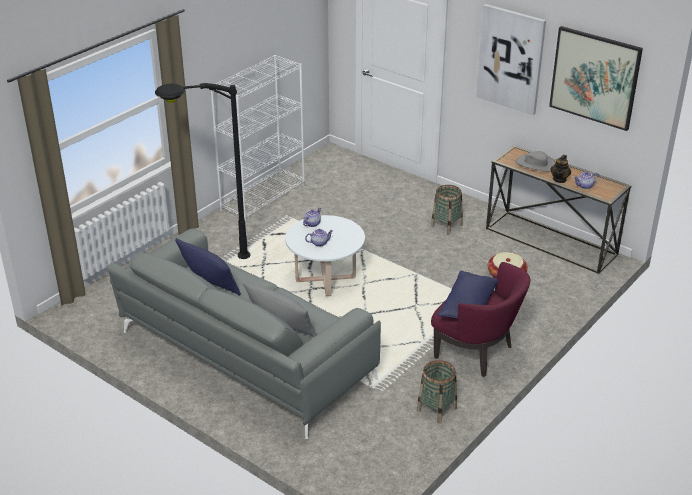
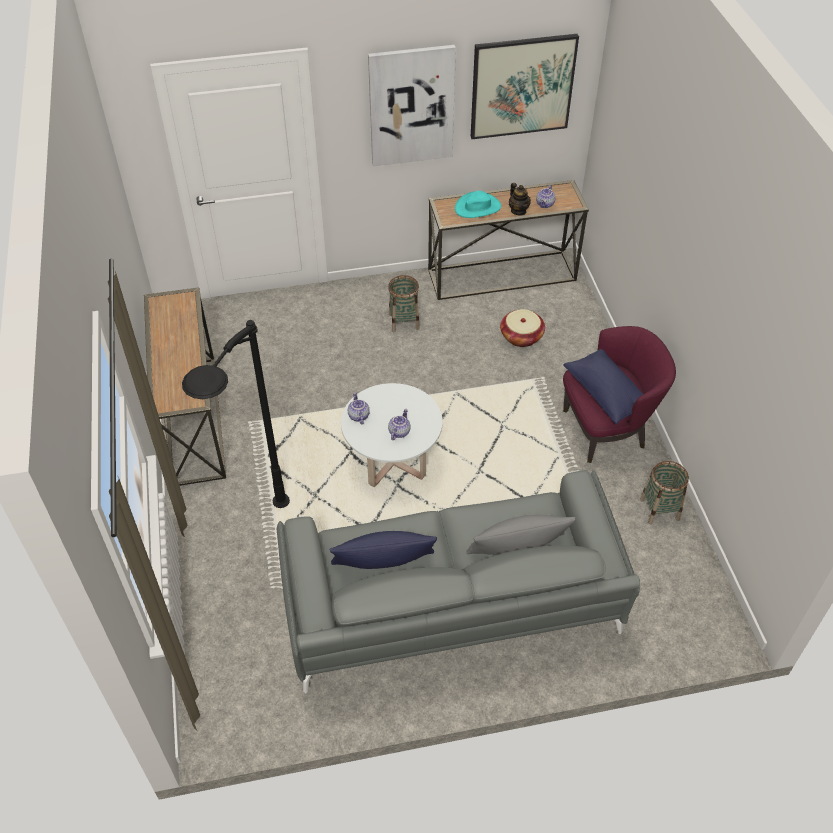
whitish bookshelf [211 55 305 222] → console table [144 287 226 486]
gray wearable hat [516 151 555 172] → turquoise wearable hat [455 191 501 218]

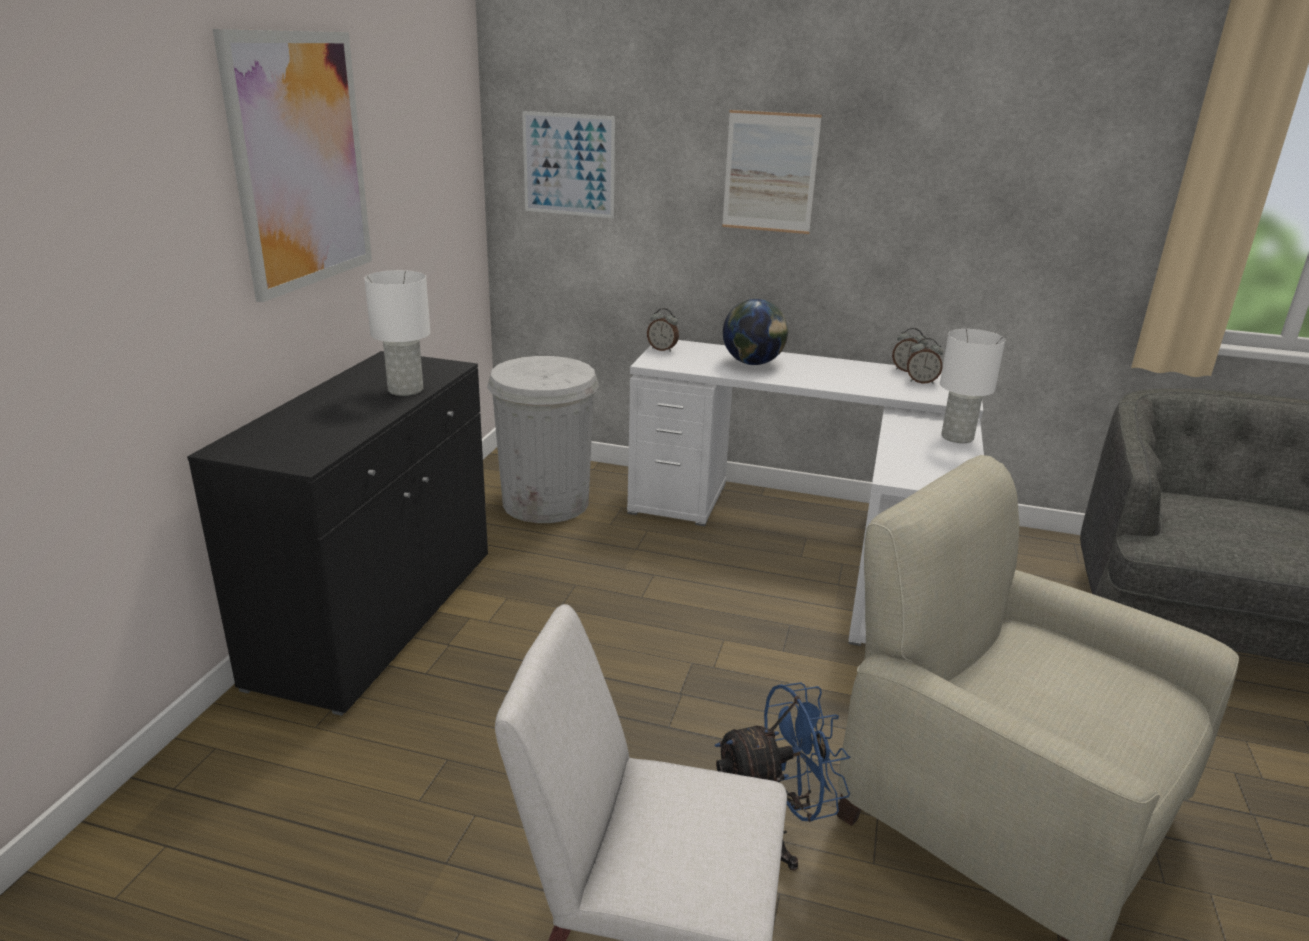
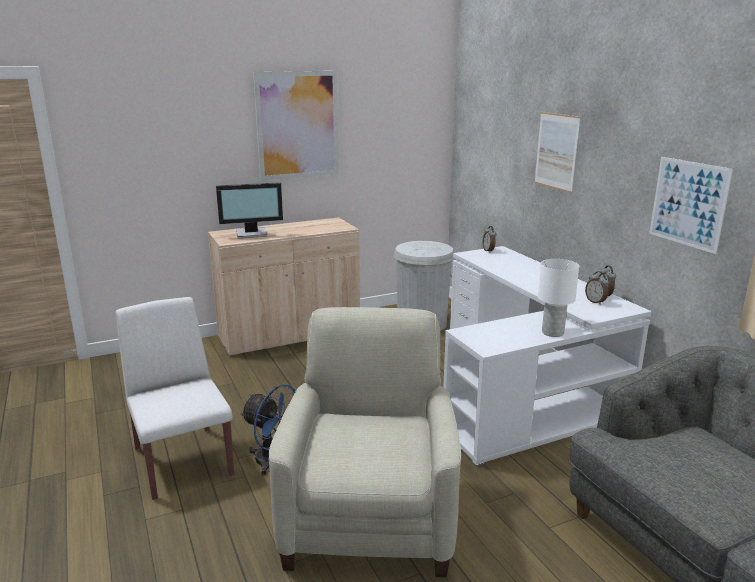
black cabinet [187 351 488 716] → sand-coloured cabinet [208 217 360 357]
- → computer screen [216 182 283 238]
wall picture [522 111 615 218] → wall picture [649 157 733 254], relocated
whitish lamp for a table [364 270 430 396] → -
desk globe [723 299 788 365] → -

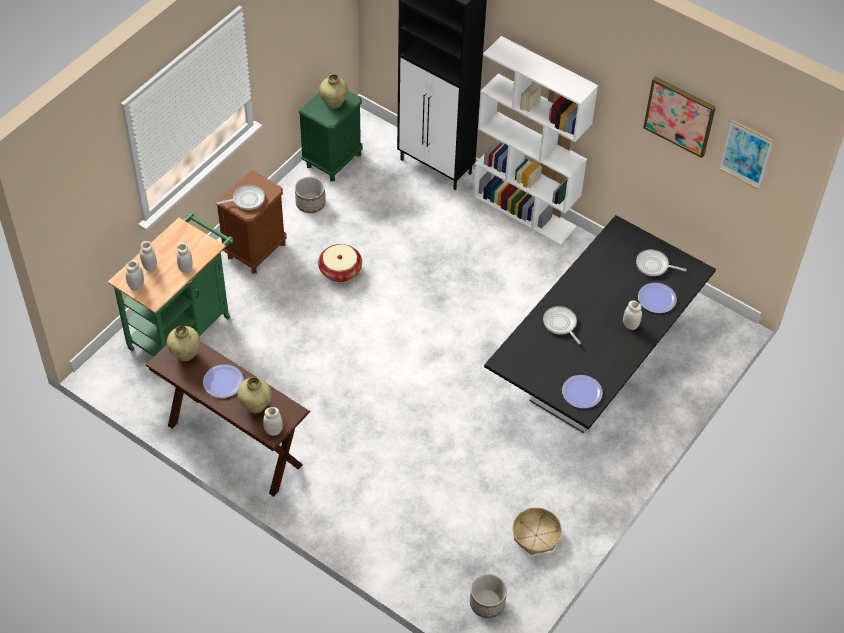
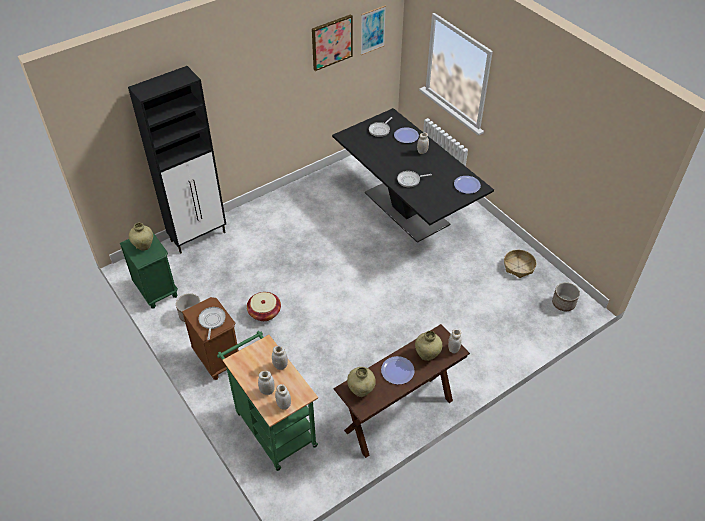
whitish bookshelf [473 36 598 245] → -

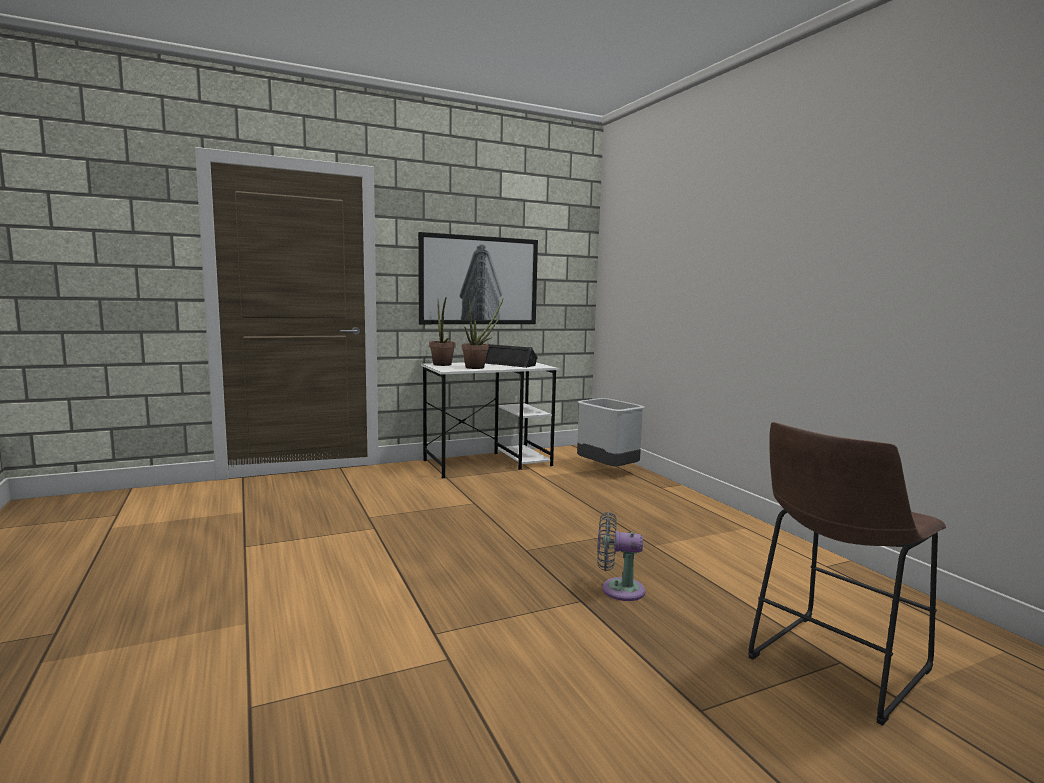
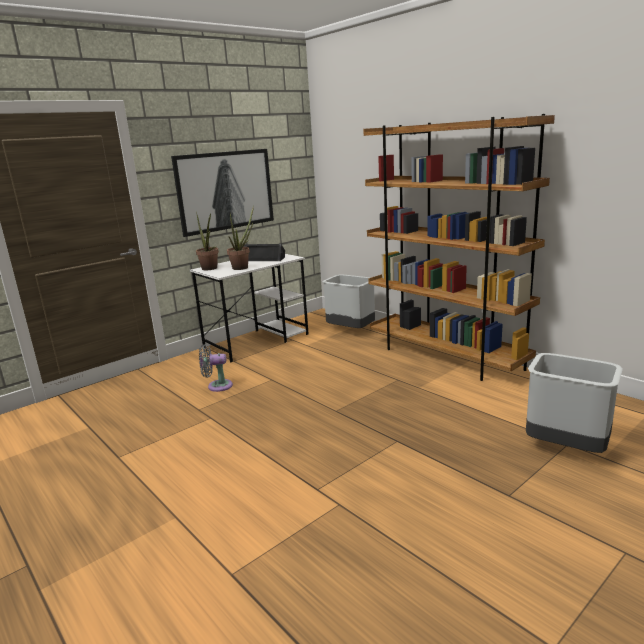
gray fan [597 512 645 601] → gray fan [199 344 233 392], relocated
- → brown bookshelf [363 114 555 381]
brown sitting stool [748 422 946 726] → gray waste bin [526 353 623 453]

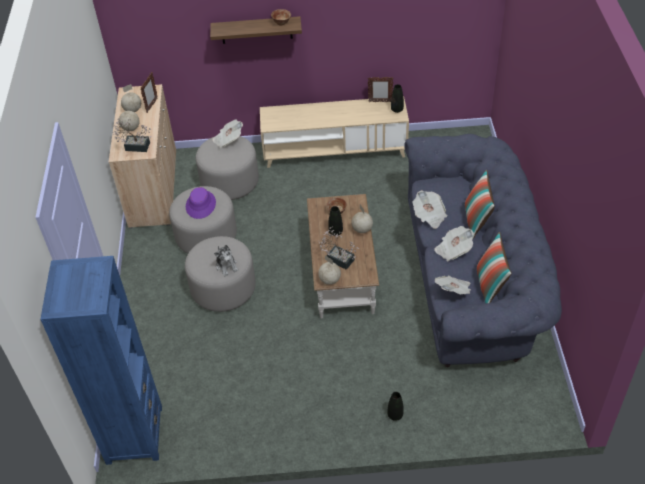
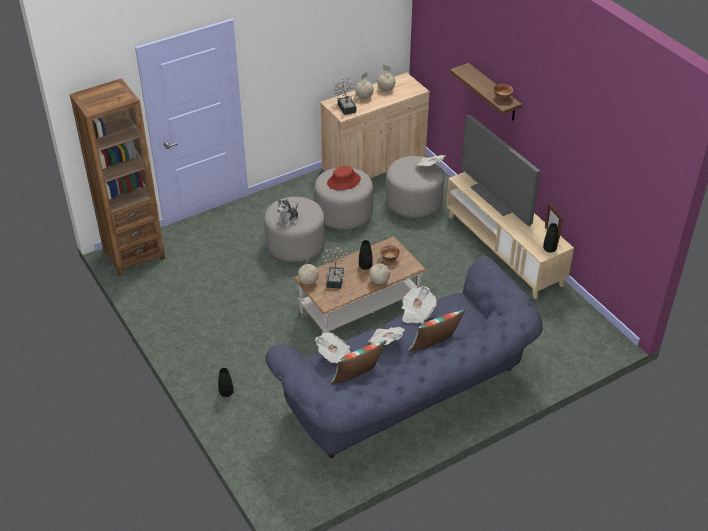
blue bookshelf [40 256 162 465] → brown bookshelf [70 78 166 276]
purple wearable hat [186 187 216 219] → reddish wearable hat [327 166 361 190]
- → TV set [461 115 540 227]
photo frame [140 72 158 113] → -

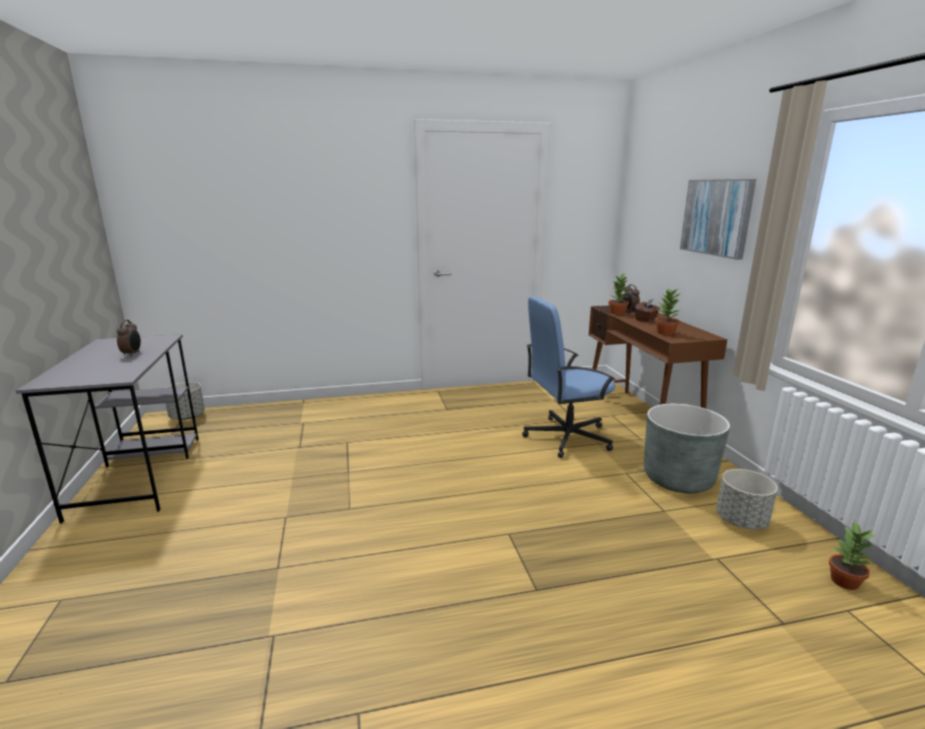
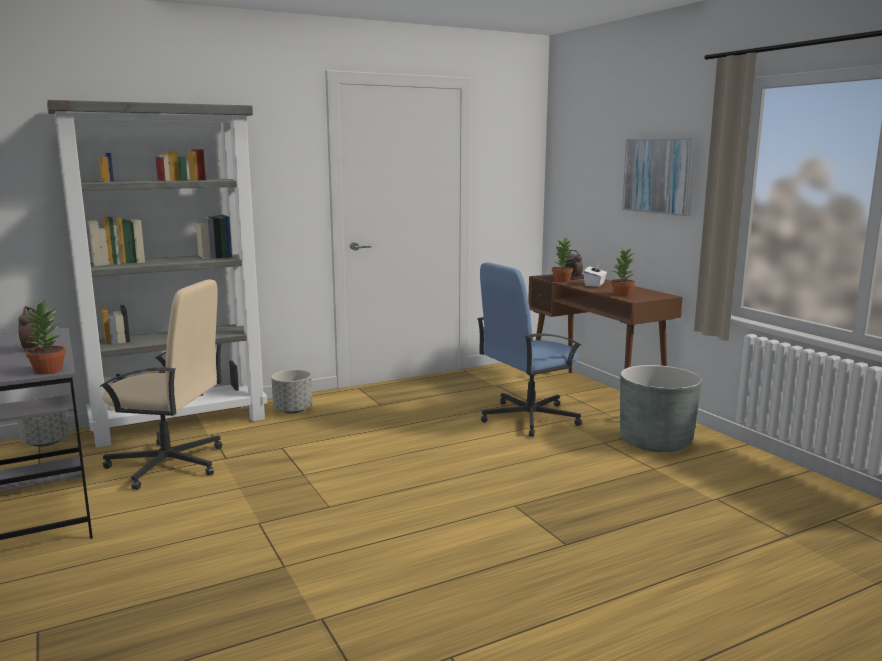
plant in a pot [829 520 876 590] → plant in a pot [26 300 66 374], relocated
- → gray bookshelf [47 100 267 448]
- → sand-coloured office chair [100 279 222 490]
gray plant pot [716 469 778 530] → gray plant pot [271 370 313 414], relocated
brown box of tissues [635 299 660 322] → whitish box of tissues [584 262 607 287]

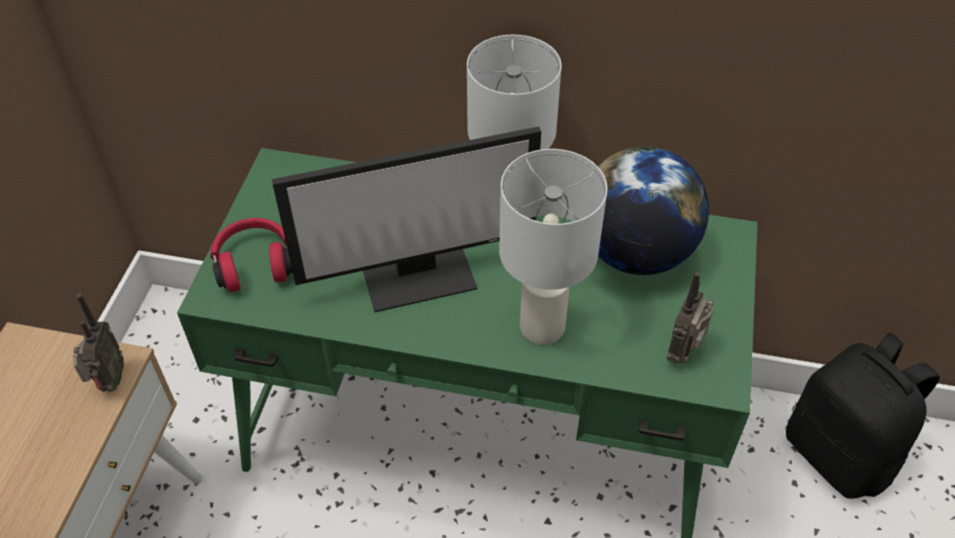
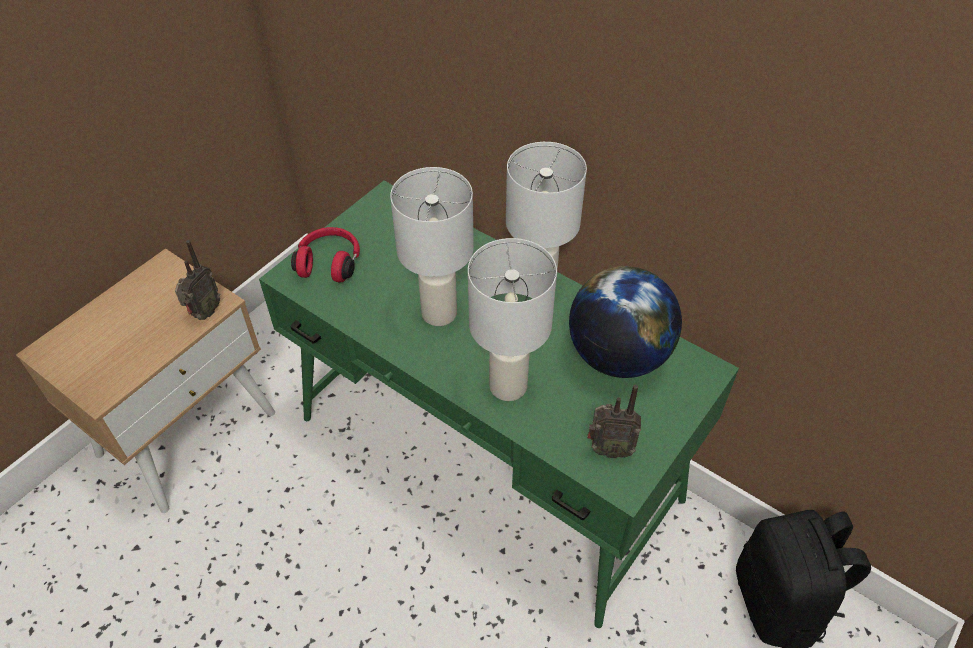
computer screen [272 127 541 313] → whitish lamp for a table [390 167 474 326]
radio [666 272 714 364] → radio [587 385 641 459], 135 degrees counterclockwise

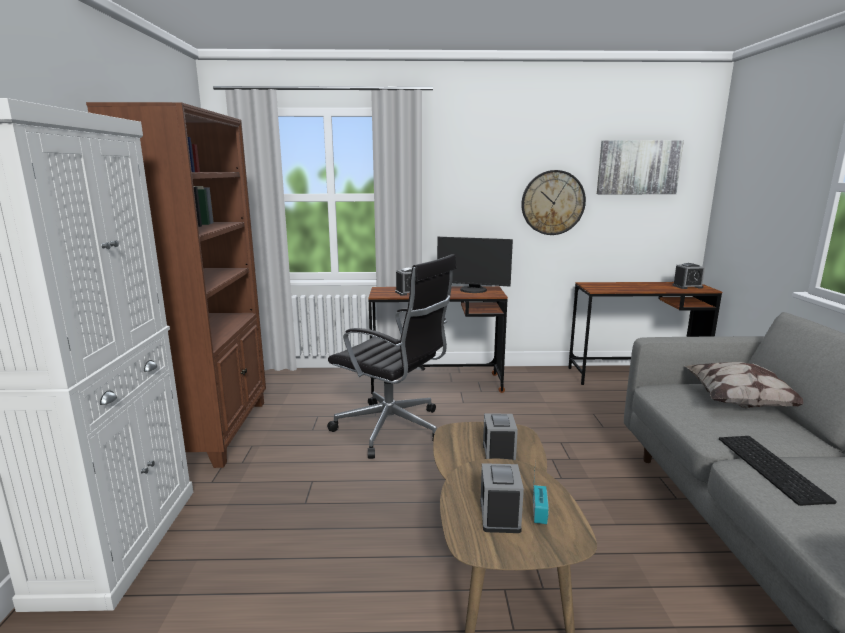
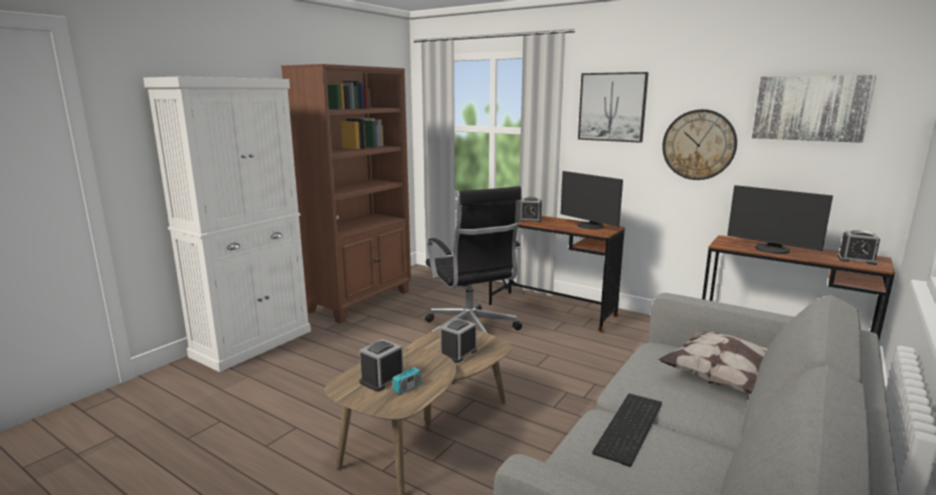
- → wall picture [578 72 649 143]
- → computer screen [727 185 833 254]

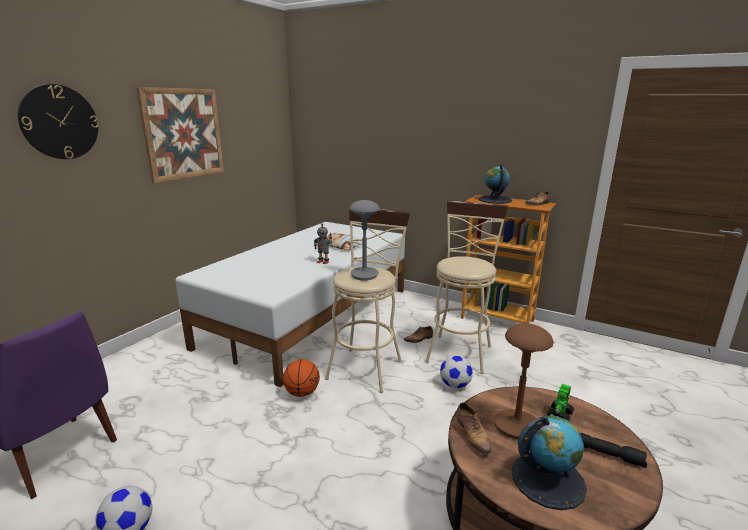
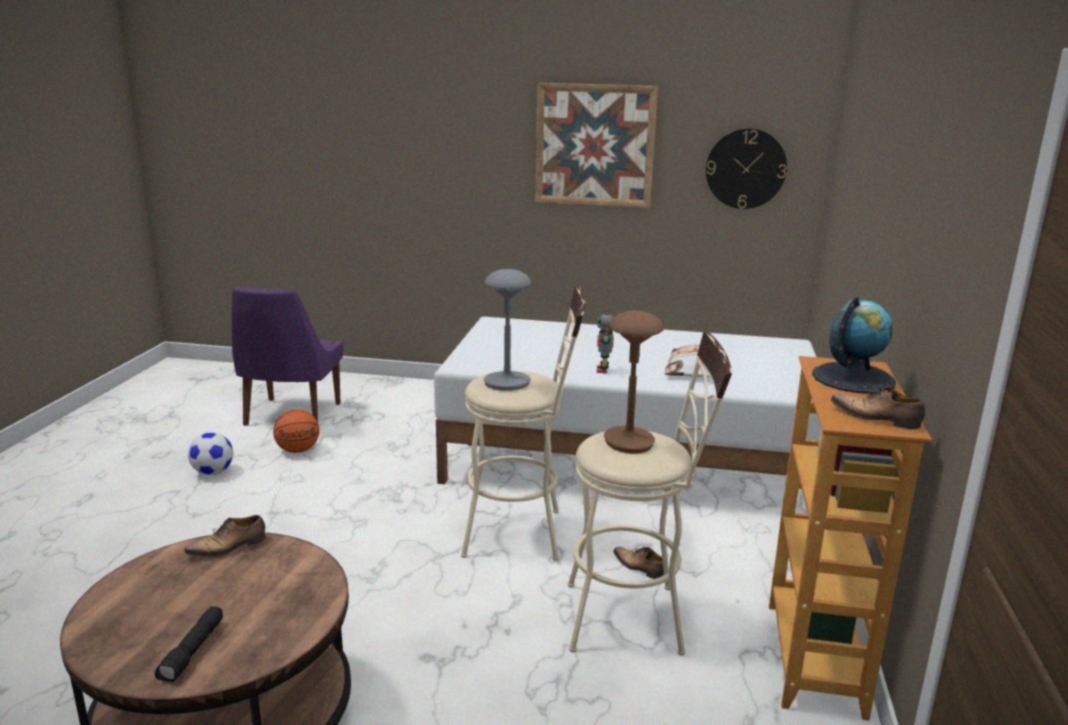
ball for basketball [283 359 320 397] → ball for basketball [273 409 319 453], relocated
brown lamp for a table [494 323 554 439] → brown lamp for a table [604 310 664 454], relocated
clock on the wall [18 84 99 159] → clock on the wall [706 128 787 209], relocated
football ball [440 355 473 389] → -
desk globe [512 415 587 510] → -
toy robot [547 384 574 421] → -

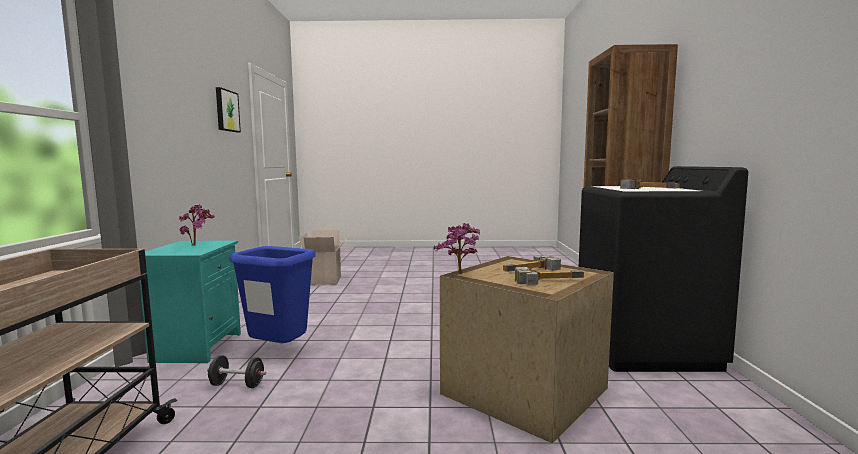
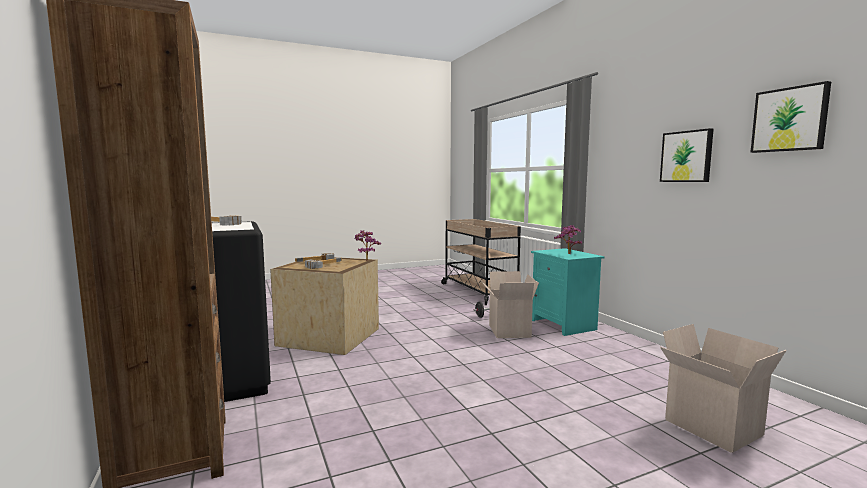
blue waste bin [230 246 316 343] → packing box [479 271 539 338]
- → wall picture [660 128 714 182]

